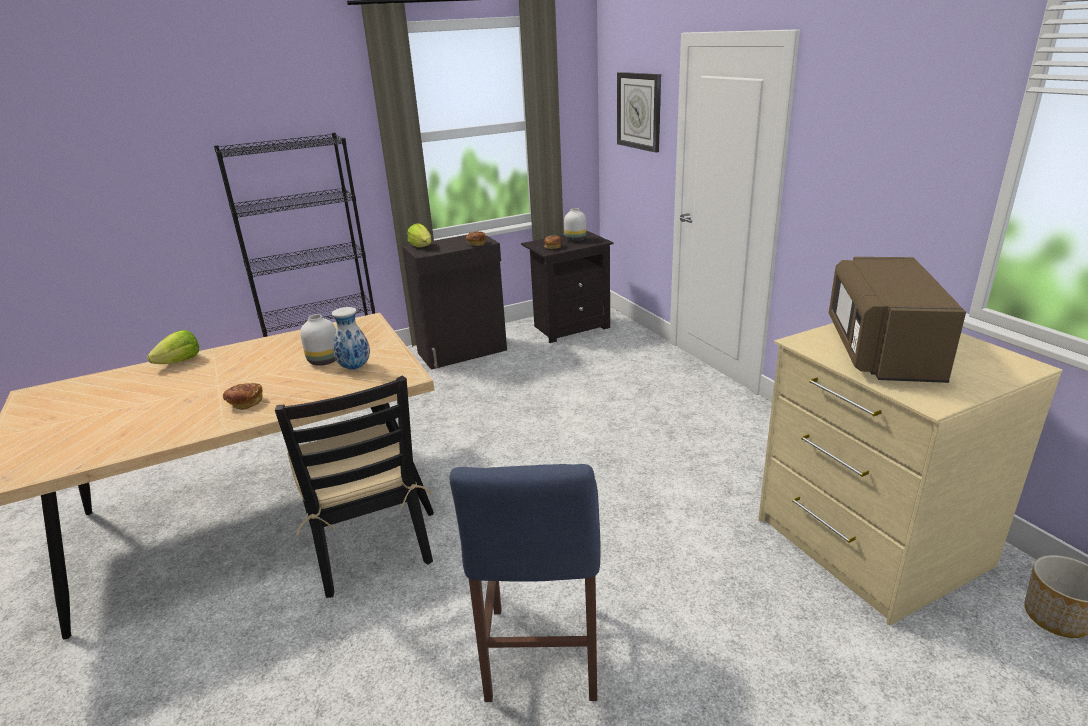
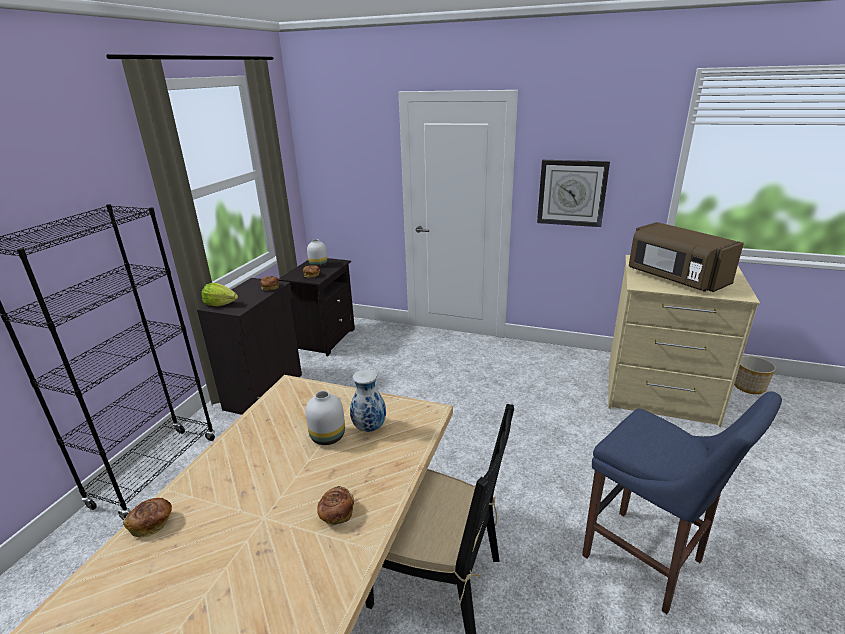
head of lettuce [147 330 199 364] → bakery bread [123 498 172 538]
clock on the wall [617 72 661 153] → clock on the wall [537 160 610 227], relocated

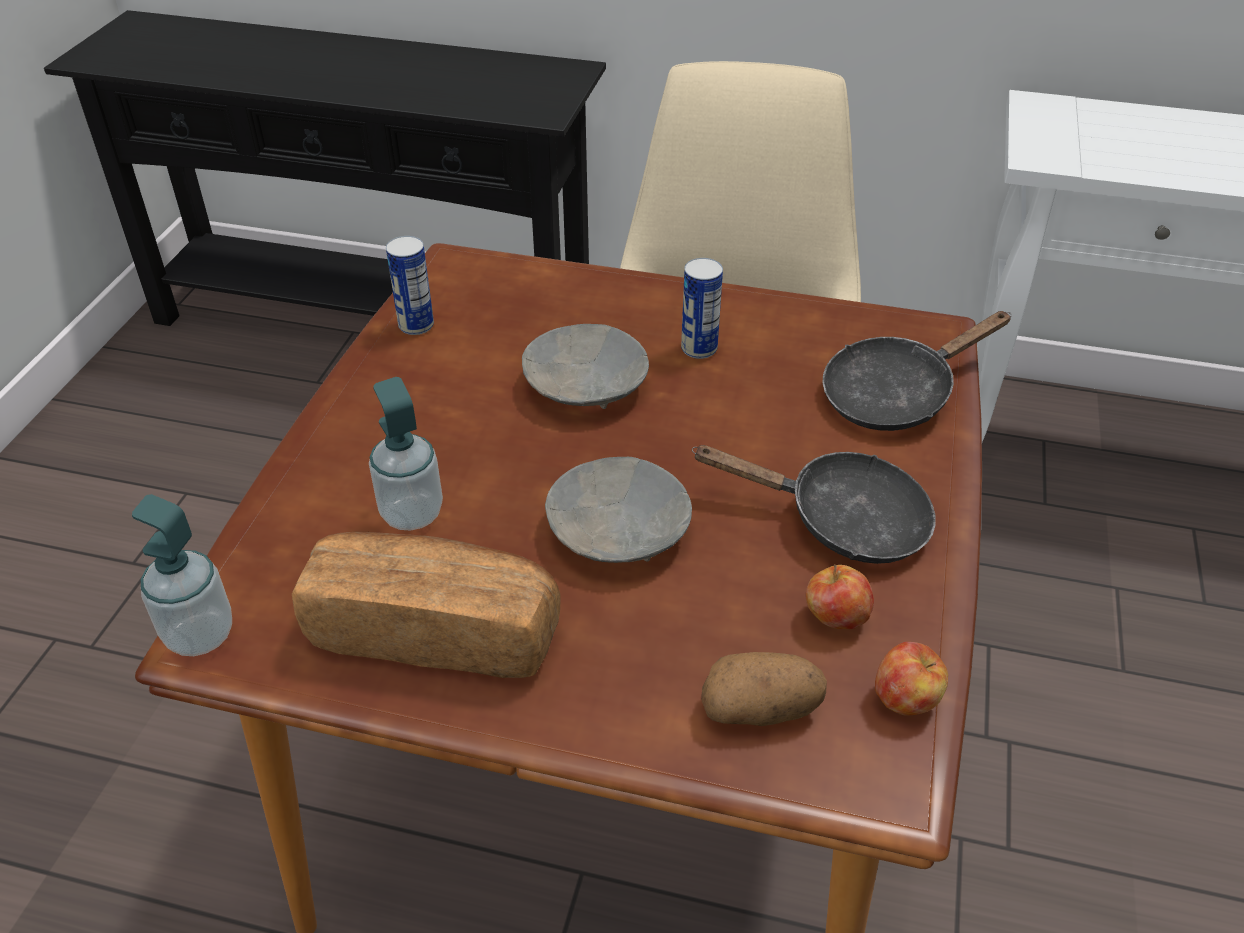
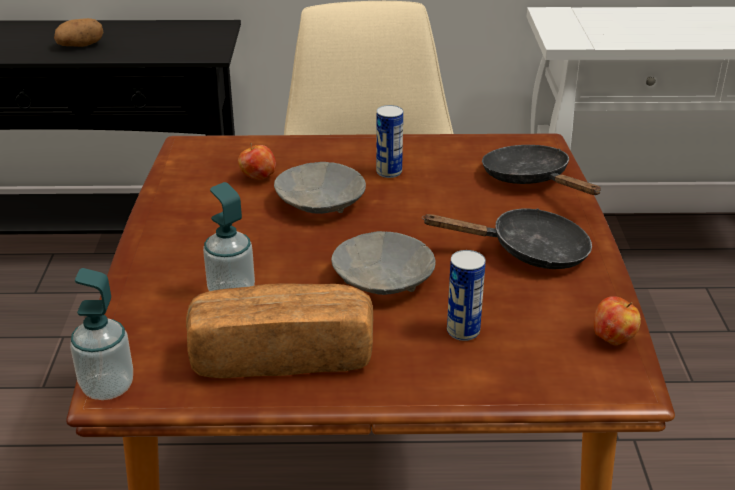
potato [701 652 827 726] → potato [54 18 104 47], relocated
apple fruit [806 565 874 629] → apple fruit [238 143 276 180], relocated
sealed can [386 236 434 335] → sealed can [447 250 486 341], relocated
black frying pan [823 311 1012 431] → black frying pan [482 145 601 195], 105 degrees clockwise

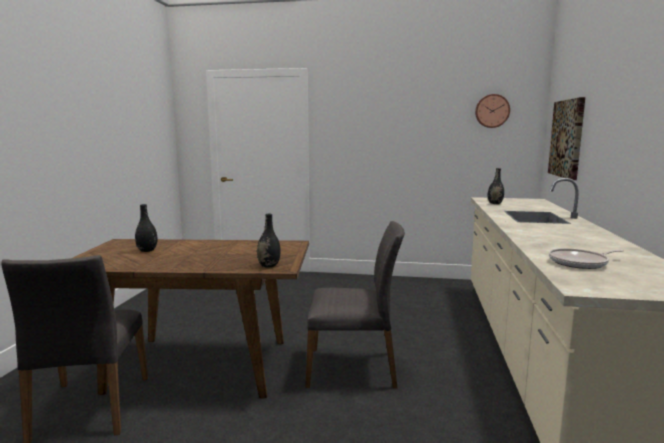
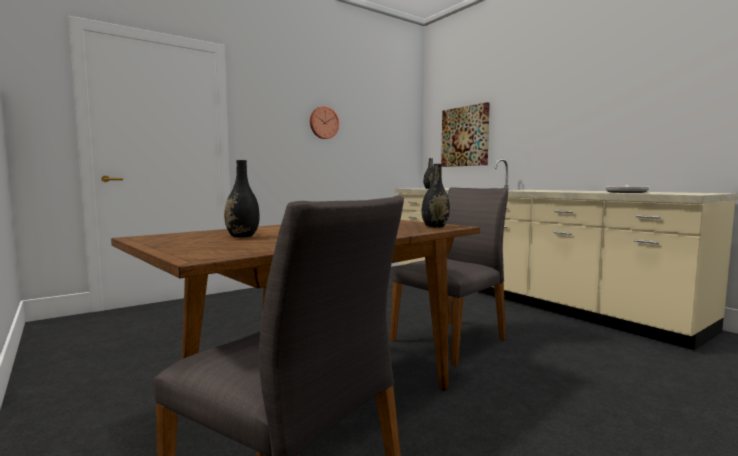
clock on the wall [475 94 510 128] → clock on the wall [310 106 339 139], relocated

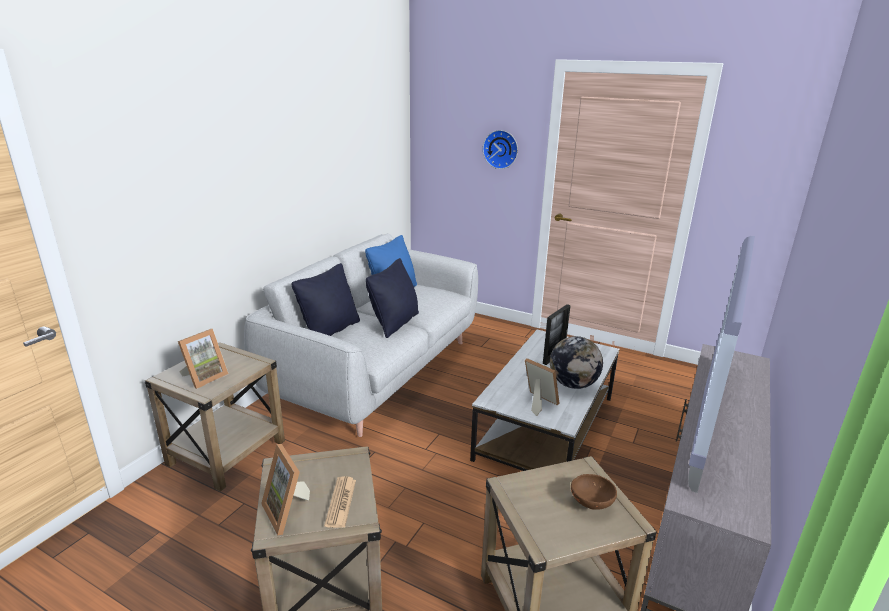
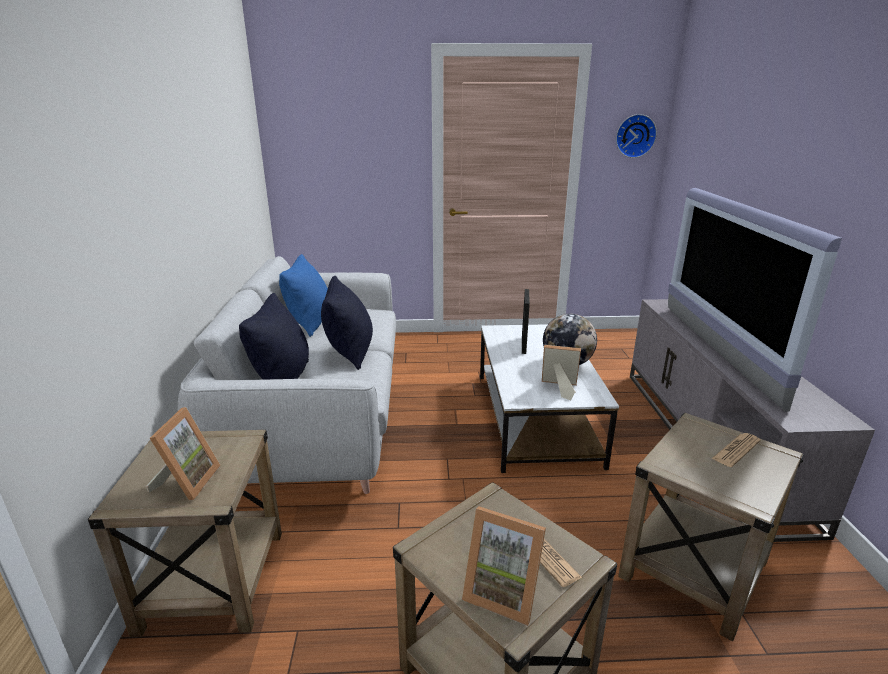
clock on the wall [483 130 518 169] → clock on the wall [616 114 657 158], relocated
brown deep dish [571 474 617 510] → daily paper [712 433 761 467]

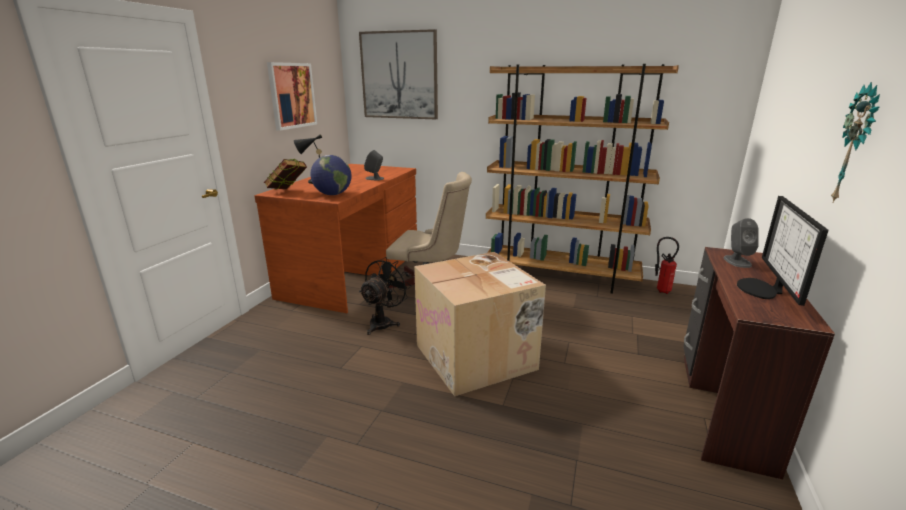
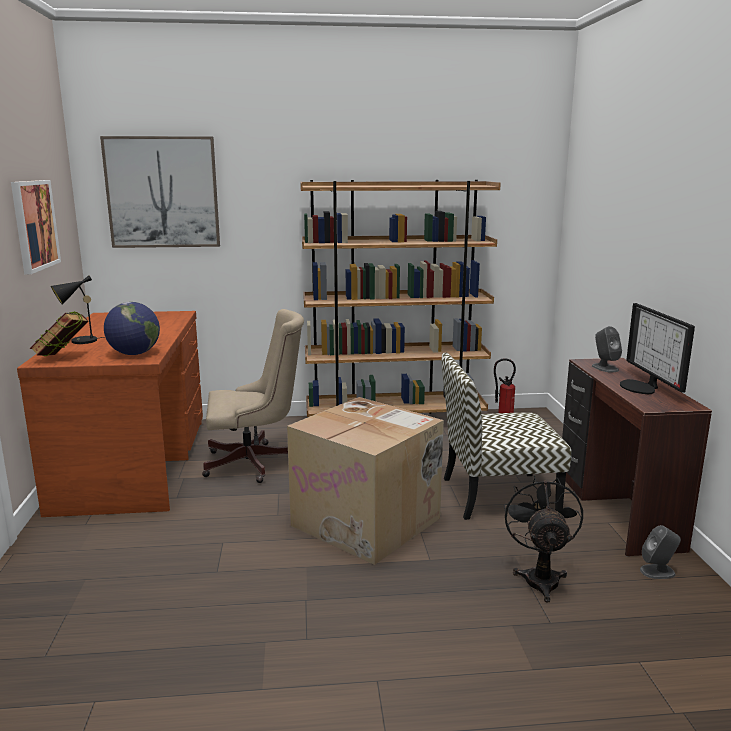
- → chair [441 352 572 520]
black fan [359 257 412 335] → black fan [504 475 583 602], relocated
gray audio speaker [364 150 384 180] → gray audio speaker [640 525 681 579], relocated
clock on the wall [831 82 880 202] → -

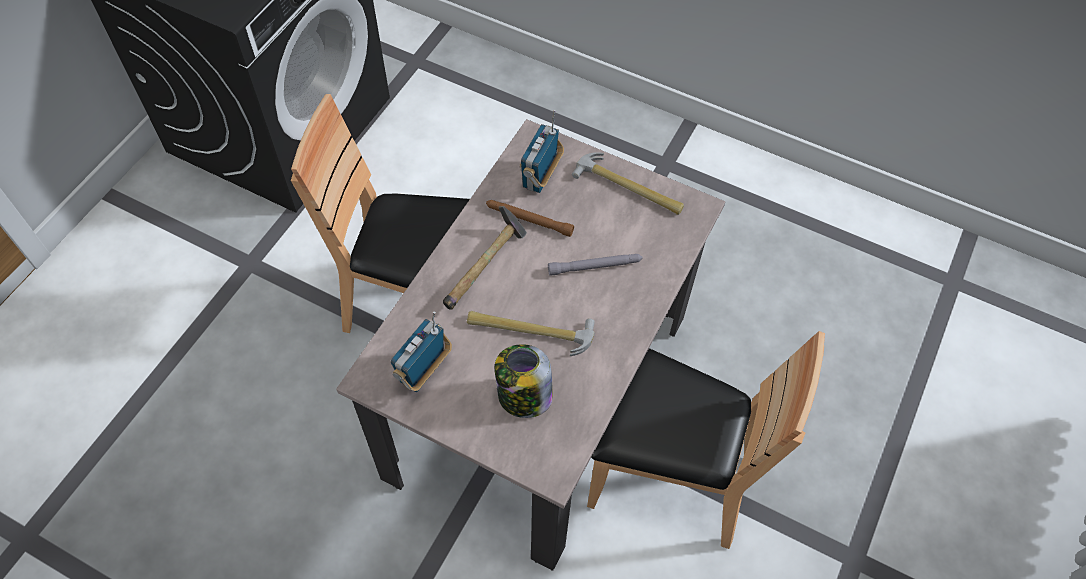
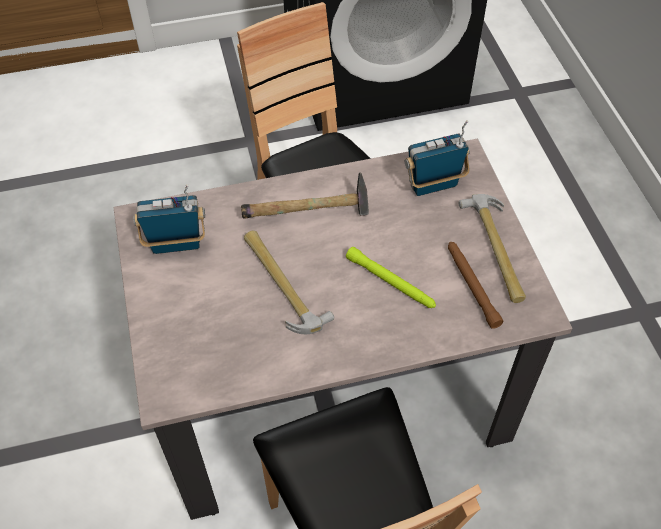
gray hand torch [548 254 642 276] → green-coloured hand torch [346 247 436 308]
brown hand torch [486 200 574 237] → brown hand torch [448 242 503 329], relocated
storage jar [495 344 553 418] → -

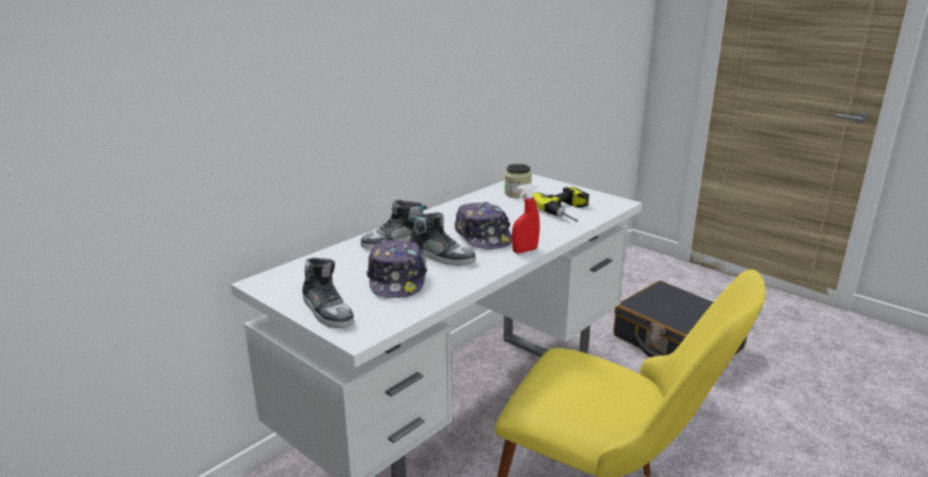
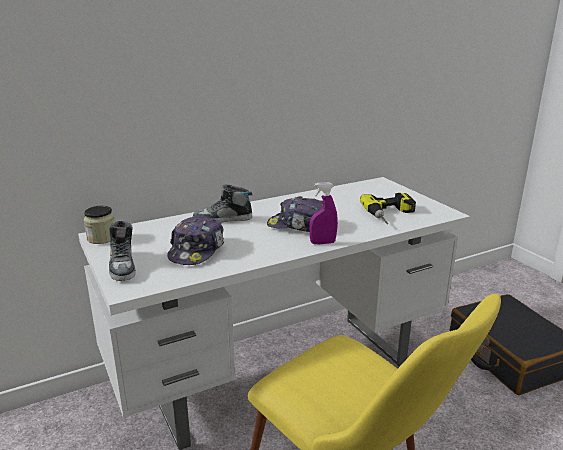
storage jar [504 164 532 198] → storage jar [84 206 115 244], relocated
peaked cap [454 202 512 249] → peaked cap [267 196 323 232], 105 degrees clockwise
reddish sprayer [512 183 540 253] → purple sprayer [309 182 338 244]
low shoe [410 212 476 266] → -

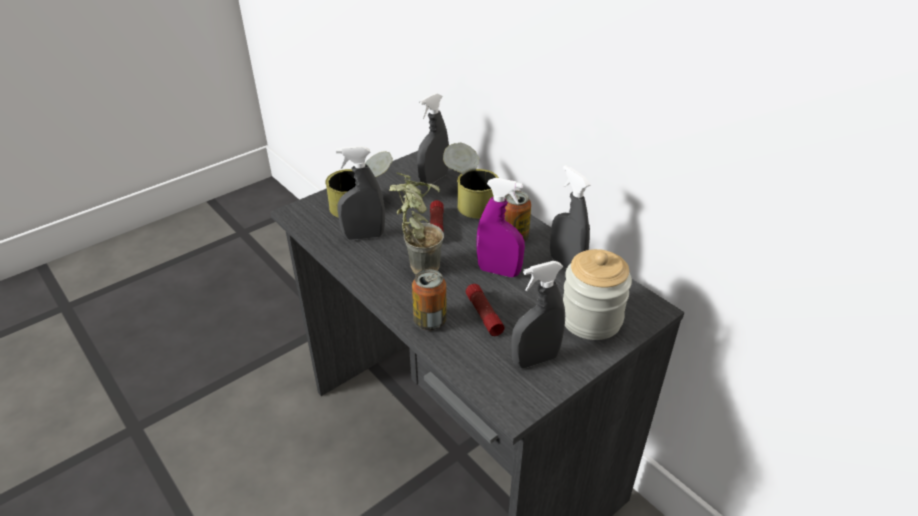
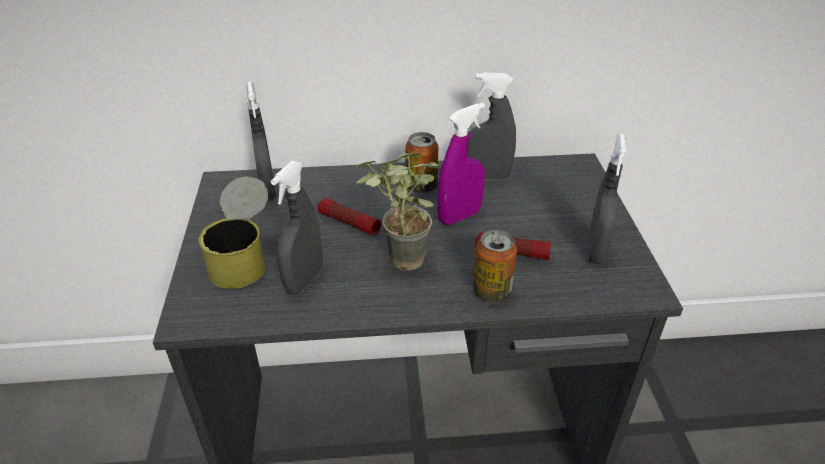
sealed can [443 143 499 219] → -
storage jar [563 249 632 340] → -

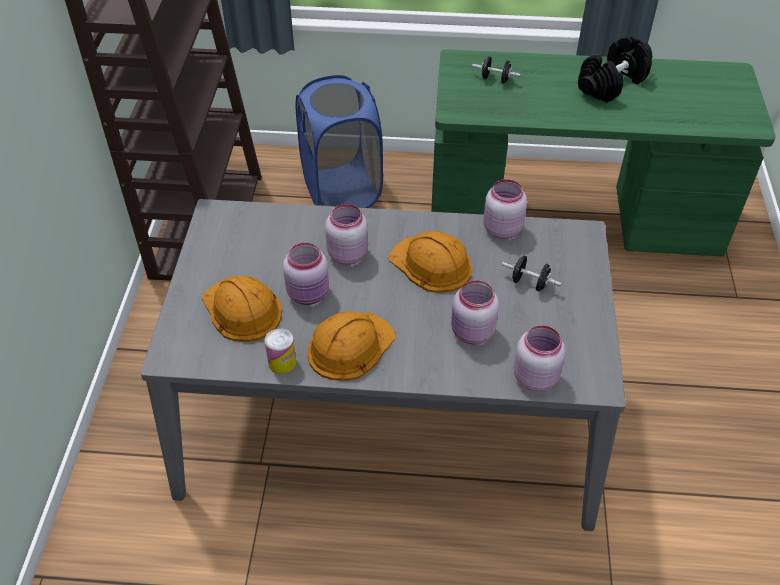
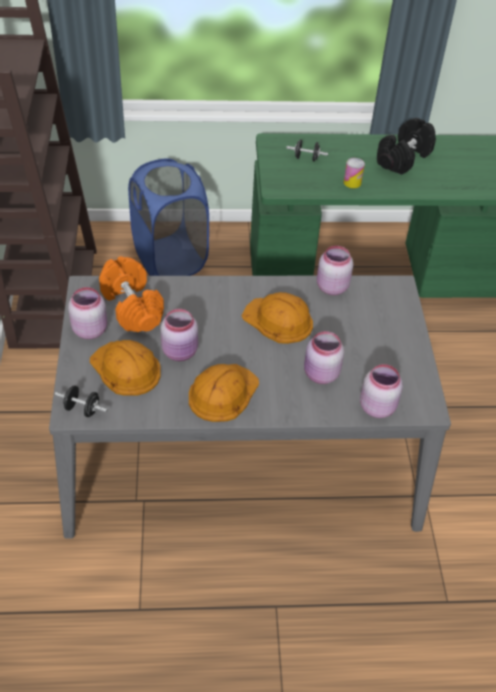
black free weight [502 256 562 291] → black free weight [55 385 108 417], relocated
pink-coloured storage jar [325 204 368 265] → pink-coloured storage jar [68 287 107 339], relocated
- → orange free weight [99 256 164 332]
sealed can [265 328 296 374] → sealed can [344 158 365 188], relocated

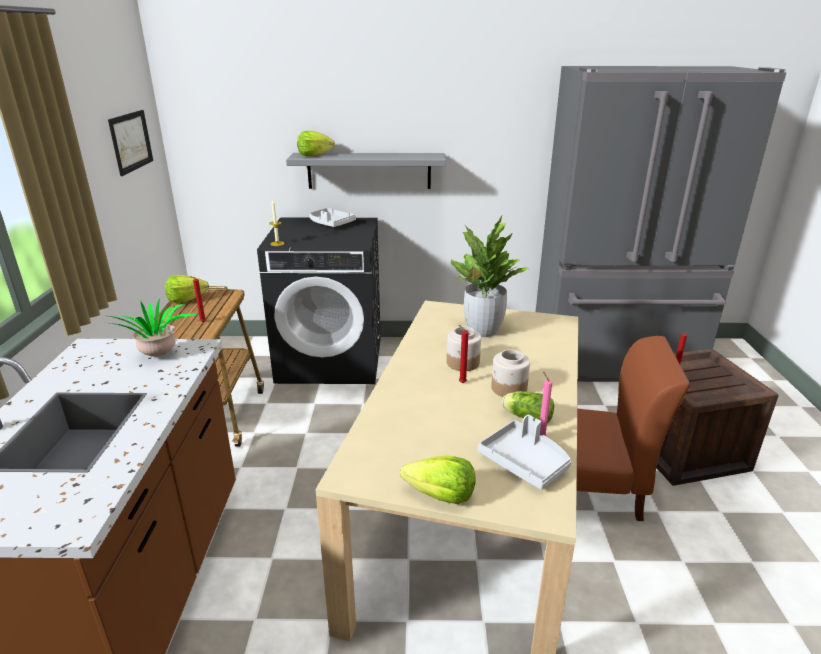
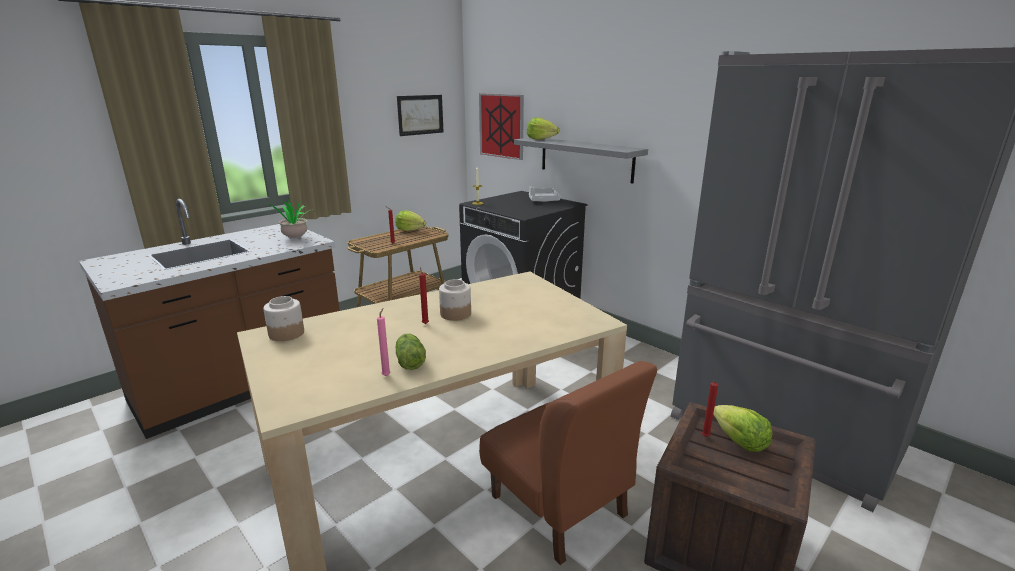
storage jar [491 349 530 397] → storage jar [263 296 304 341], relocated
- → wall picture [479 94 524 160]
head of lettuce [400 456 476 504] → head of lettuce [713 405 773 452], relocated
plant in a pot [451 216 529 337] → -
gray tray [478 415 571 490] → -

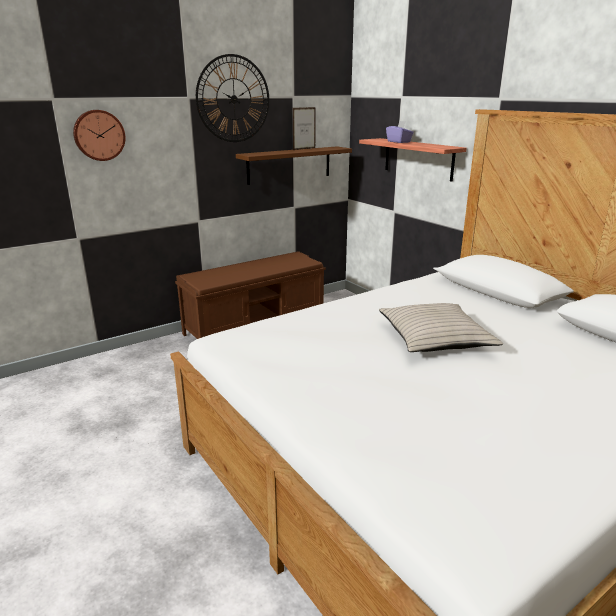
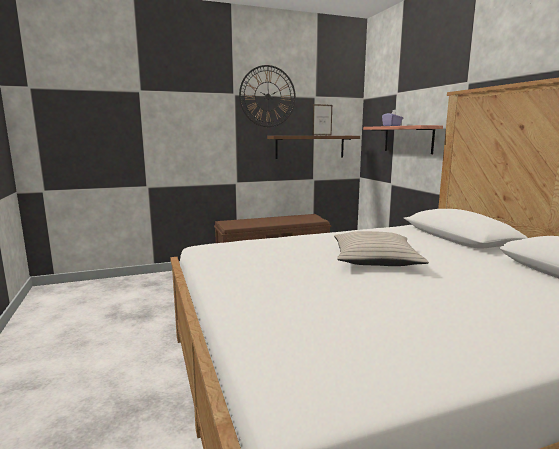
clock on the wall [73 110 125 161] → -

